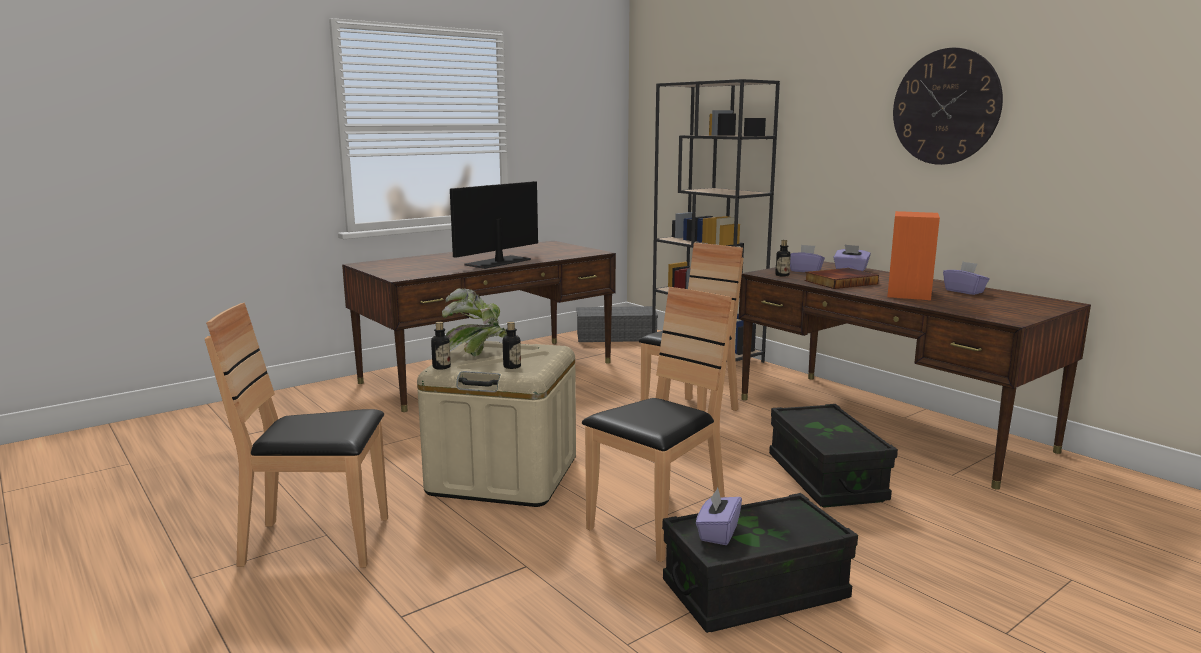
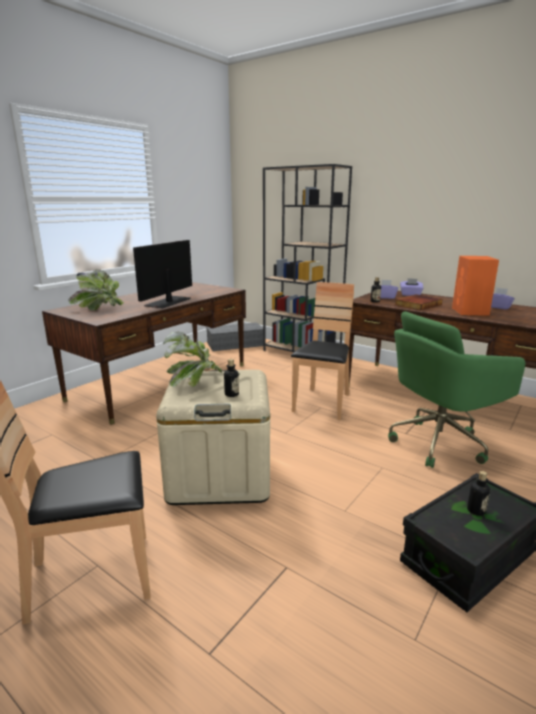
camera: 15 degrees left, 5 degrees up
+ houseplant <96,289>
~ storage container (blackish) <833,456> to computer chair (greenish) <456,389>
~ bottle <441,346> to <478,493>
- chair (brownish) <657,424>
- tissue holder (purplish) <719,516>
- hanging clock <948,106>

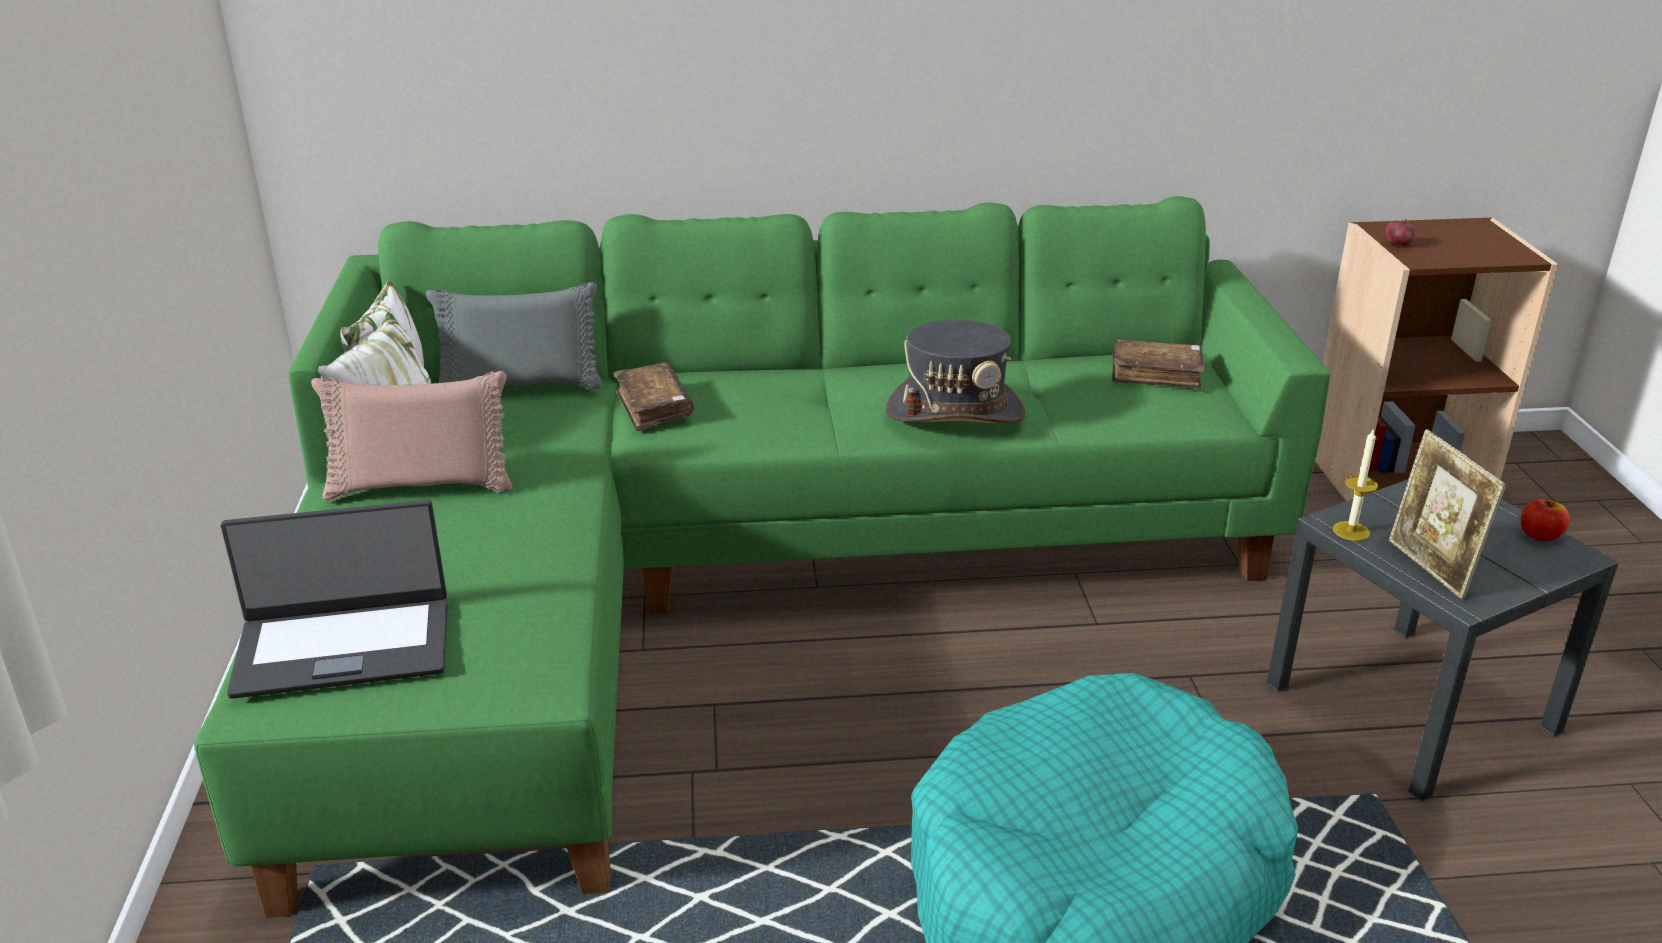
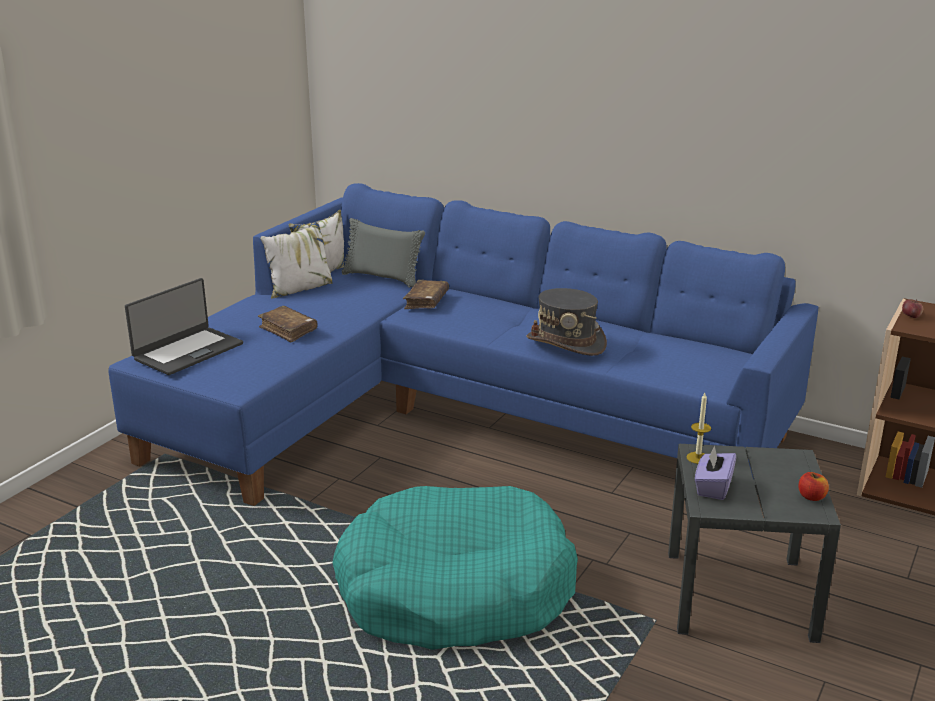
camera: 35 degrees right, 5 degrees down
~ sofa (greenish) <762,556> to sofa (blue) <463,344>
~ laptop <334,599> = <184,326> 75 degrees counterclockwise
~ volume (brownish) <1158,364> to <288,324>
~ photo frame <1447,514> to tissue holder (purplish) <715,472>
- pillow (sand-coloured) <412,436>

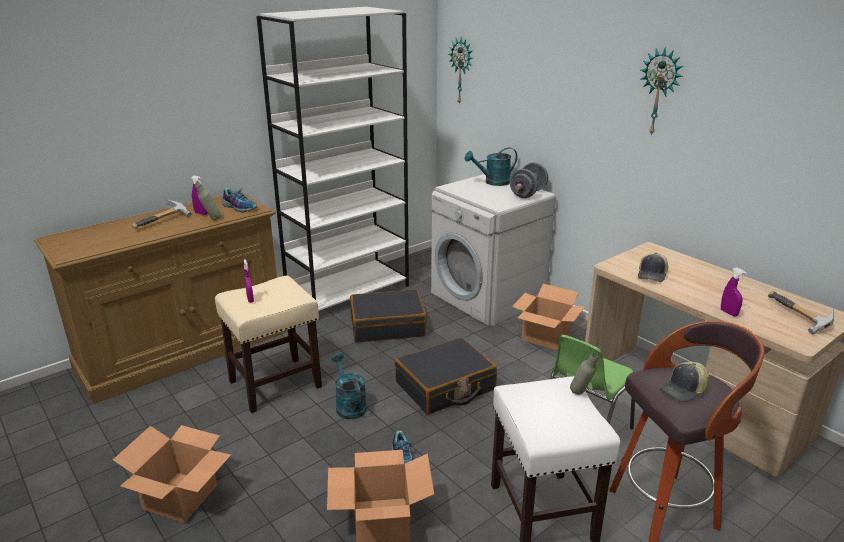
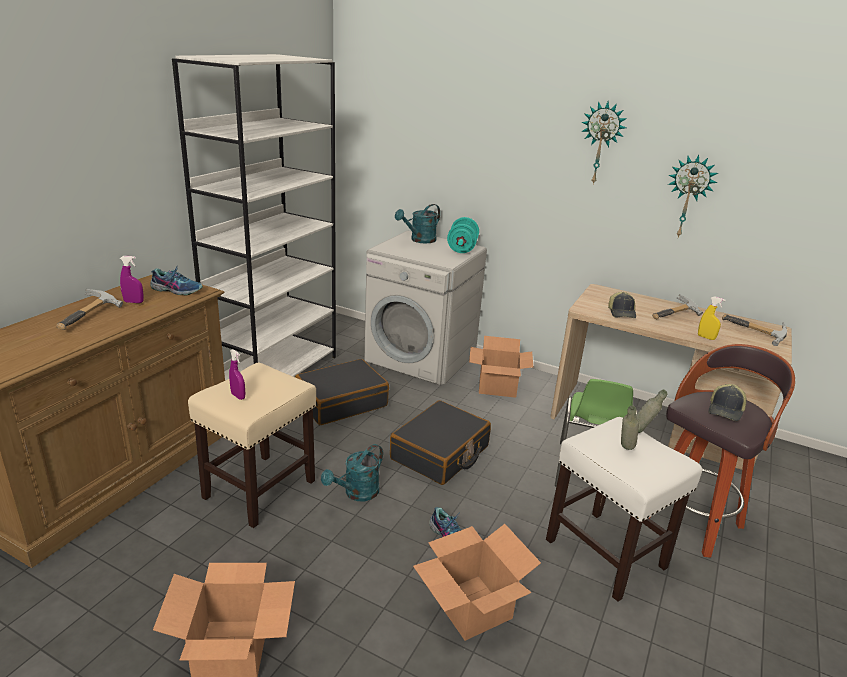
camera: 25 degrees left, 0 degrees up
~ watering pot (turquoise-coloured) <349,386> = <352,472> 90 degrees counterclockwise
~ free weight (greyish) <529,180> to free weight (turquoise-coloured) <463,235>
~ bottle (greyish) <208,201> to <630,428>
+ tool hammer <677,306>
~ hanging clock <461,71> to <693,196>
~ sprayer (purplish) <734,292> to sprayer (yellow-coloured) <711,318>

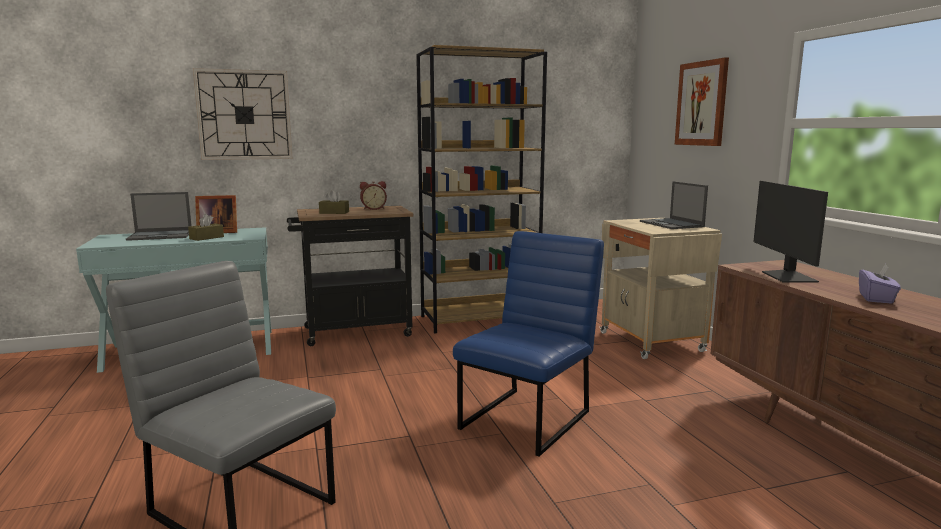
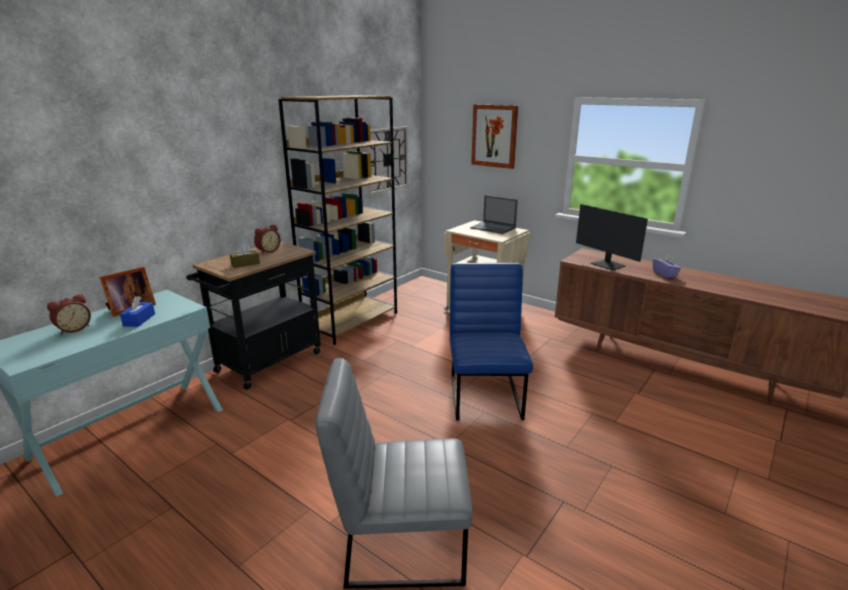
camera: 35 degrees left, 10 degrees up
~ laptop <159,216> to bedside clock <69,314>
~ tissue holder (brownish) <206,227> to tissue holder (blue) <137,311>
~ hanging clock <243,114> to <386,160>

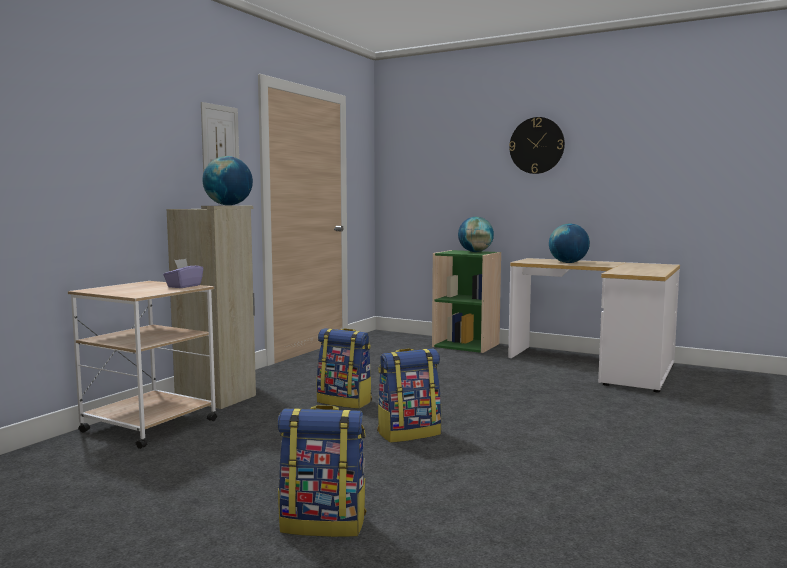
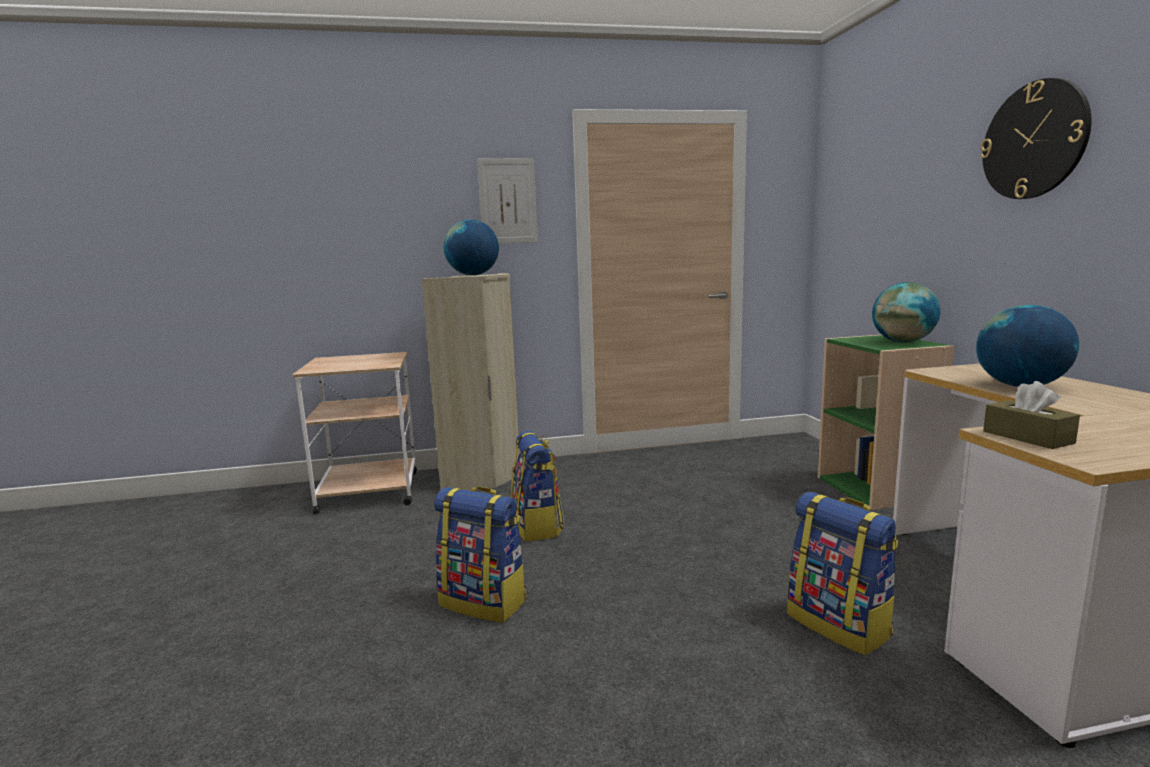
camera: 50 degrees right, 5 degrees up
~ backpack <322,471> to <842,573>
+ tissue holder (brownish) <1031,415>
- tissue holder (purplish) <183,273>

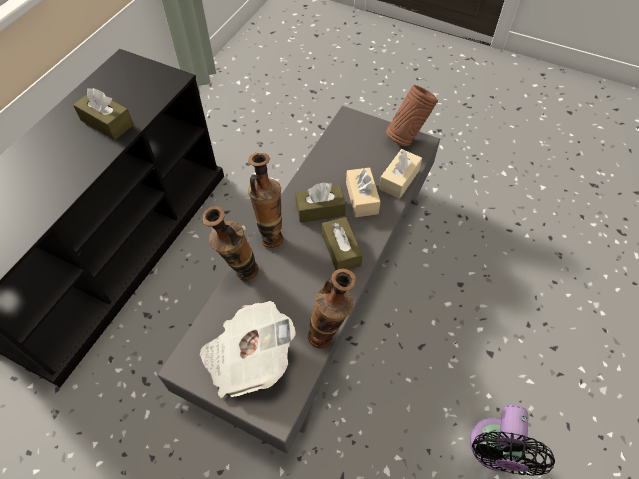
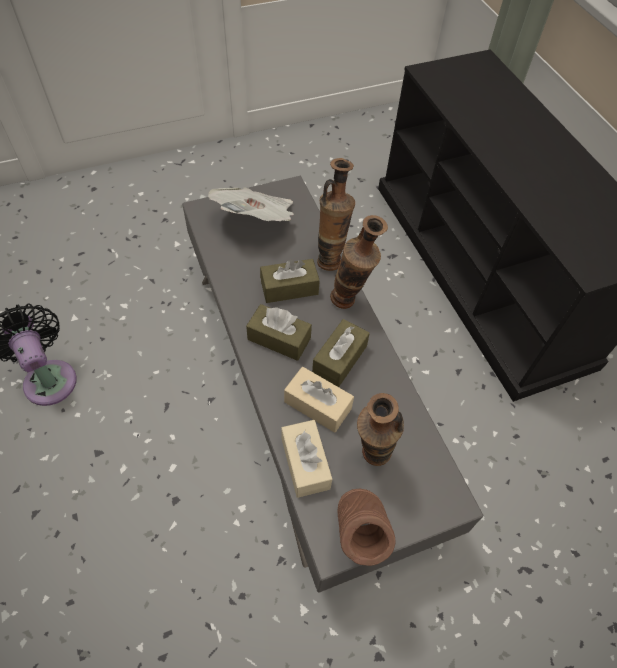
camera: 130 degrees right, 0 degrees up
~ tissue holder (brownish) <103,114> to <290,281>
~ vase <332,309> to <380,429>

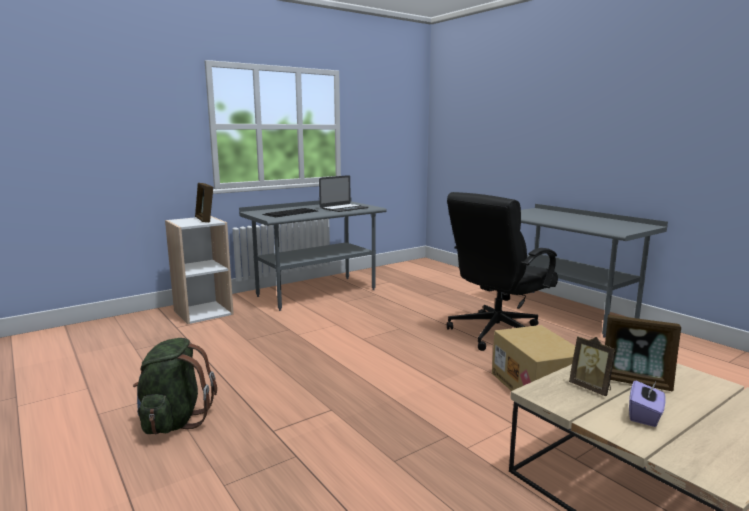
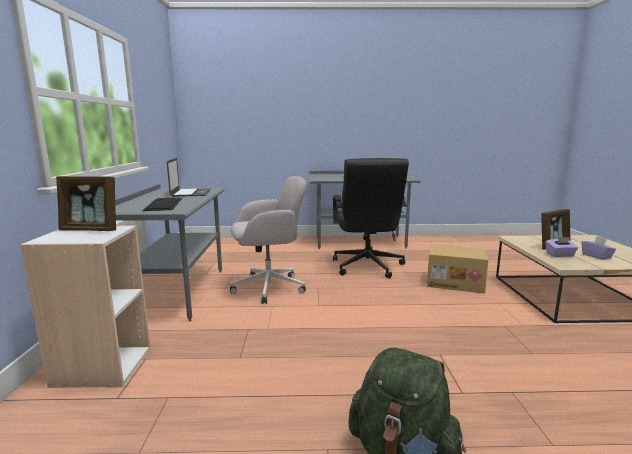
camera: 55 degrees left, 0 degrees up
+ computer chair (greyish) <268,240>
~ photo frame <592,366> to tissue holder (purplish) <561,247>

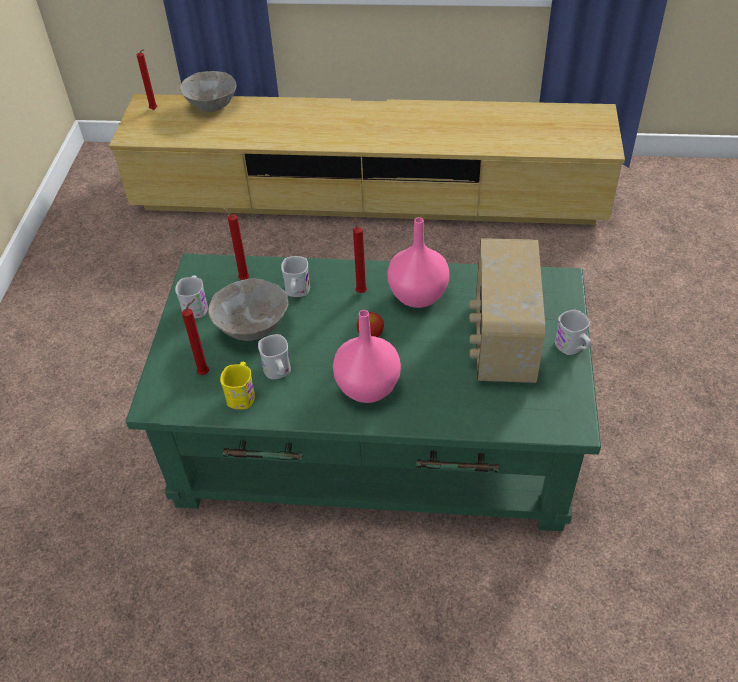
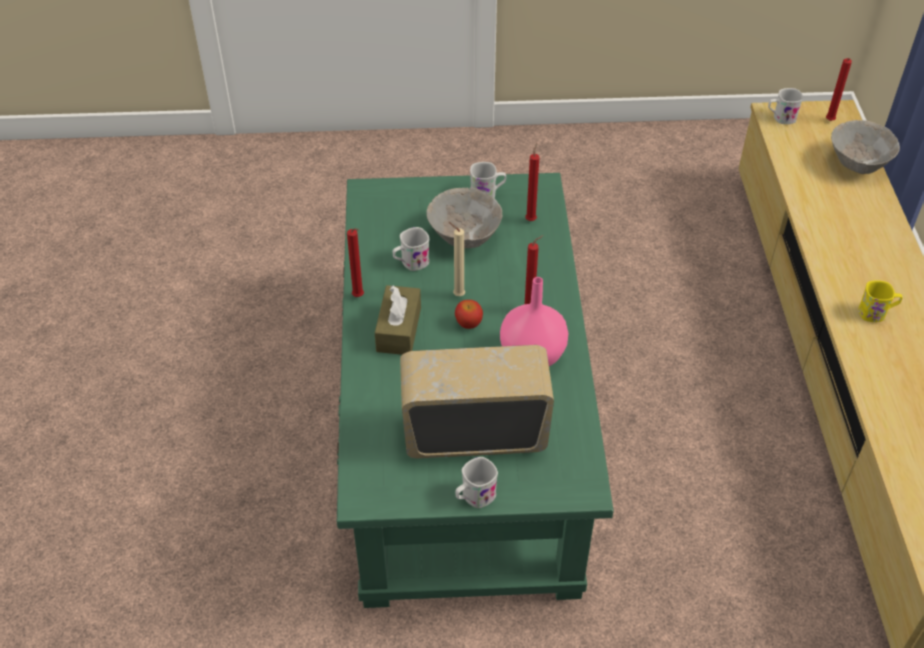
camera: 80 degrees right, 0 degrees up
~ candle (red-coloured) <195,337> to <355,262>
~ vase (pink) <367,356> to tissue holder (brownish) <398,320>
+ candle (sand-coloured) <457,259>
~ tea mug (whitish) <295,276> to <785,106>
~ tea mug (yellow-coloured) <237,386> to <880,301>

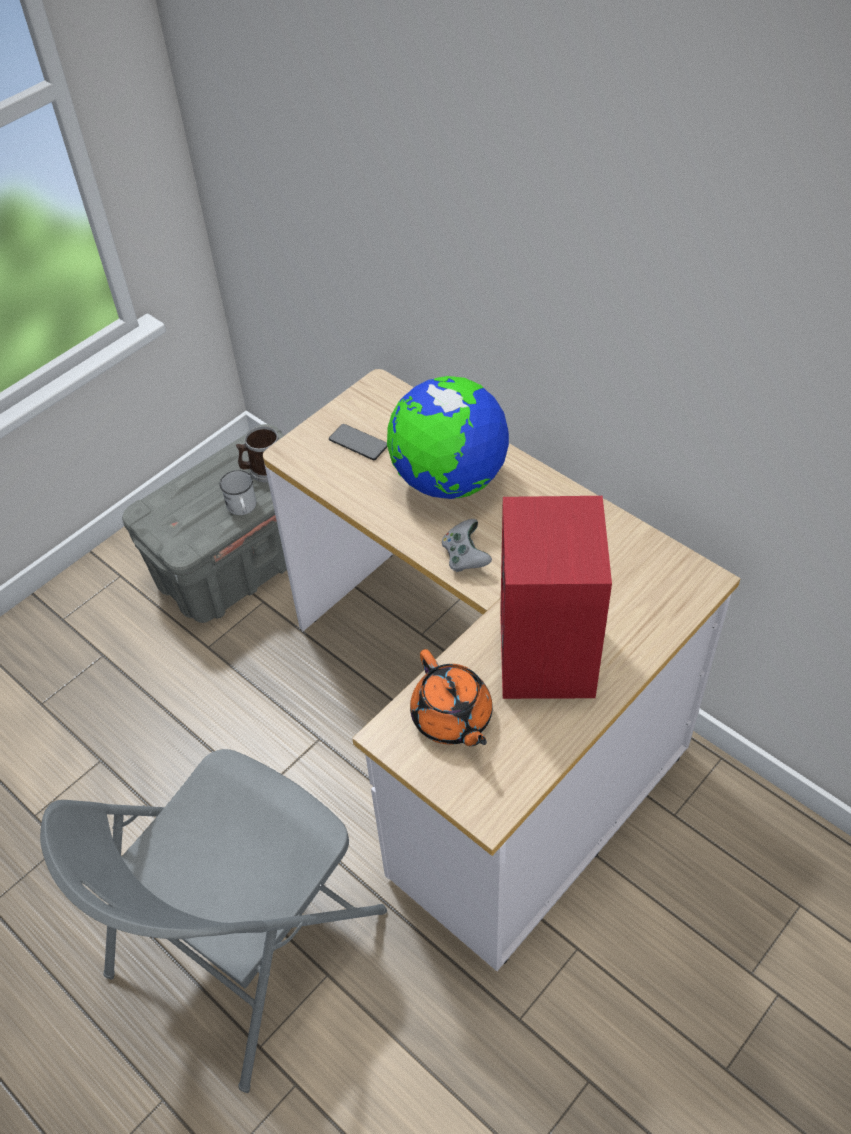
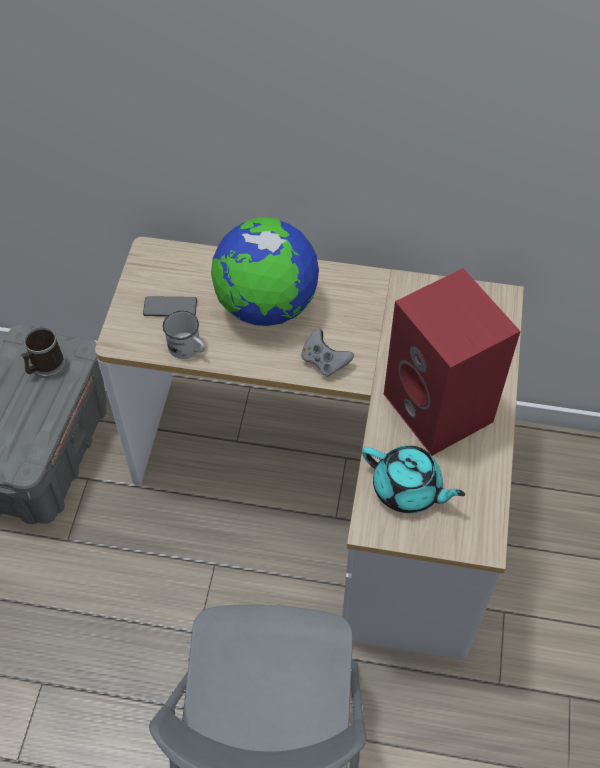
camera: 35 degrees left, 5 degrees up
~ tea mug (whitish) <237,492> to <184,335>
~ teapot (orangey) <451,697> to teapot (turquoise-coloured) <413,479>

